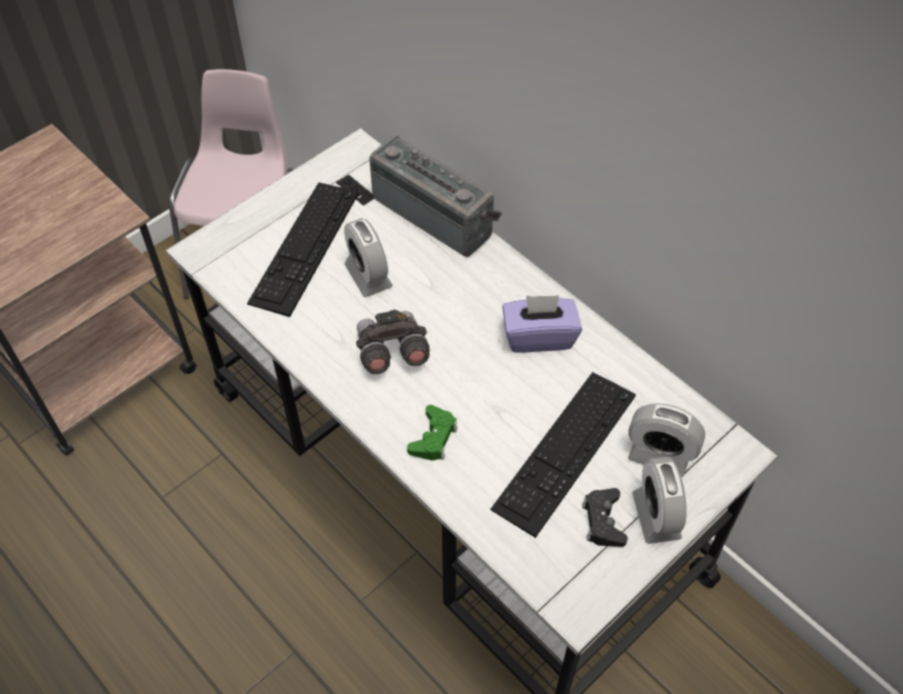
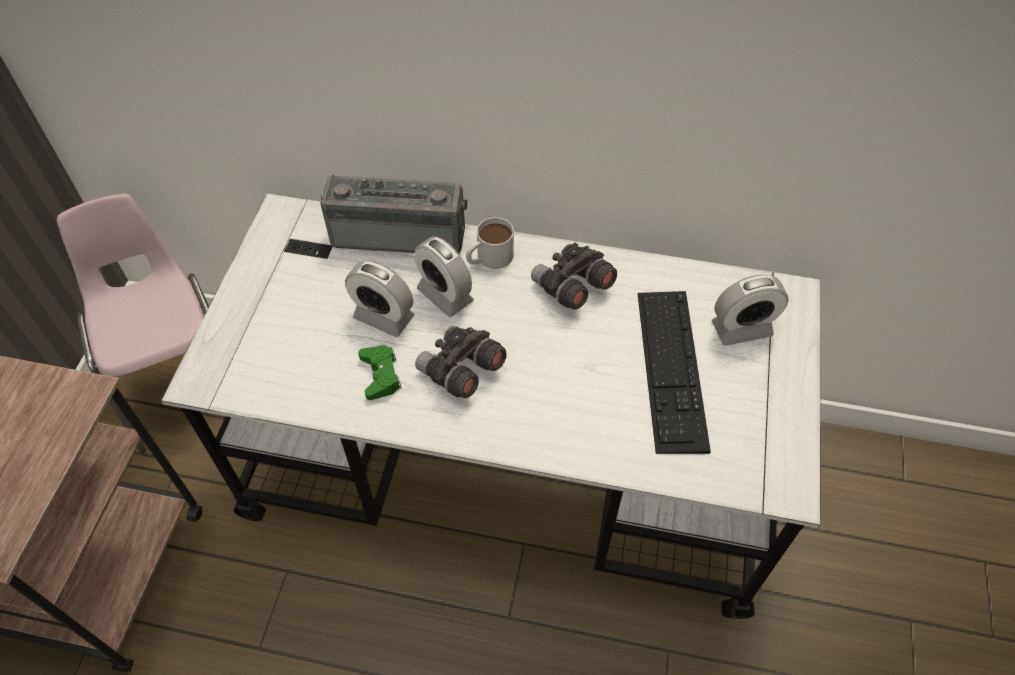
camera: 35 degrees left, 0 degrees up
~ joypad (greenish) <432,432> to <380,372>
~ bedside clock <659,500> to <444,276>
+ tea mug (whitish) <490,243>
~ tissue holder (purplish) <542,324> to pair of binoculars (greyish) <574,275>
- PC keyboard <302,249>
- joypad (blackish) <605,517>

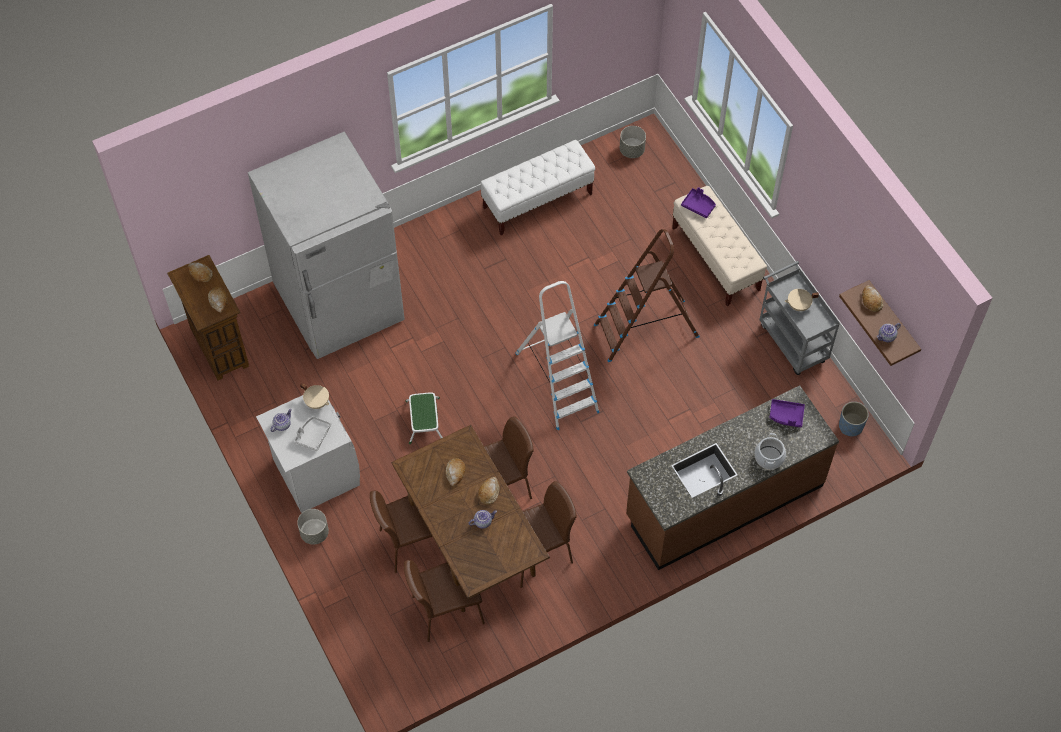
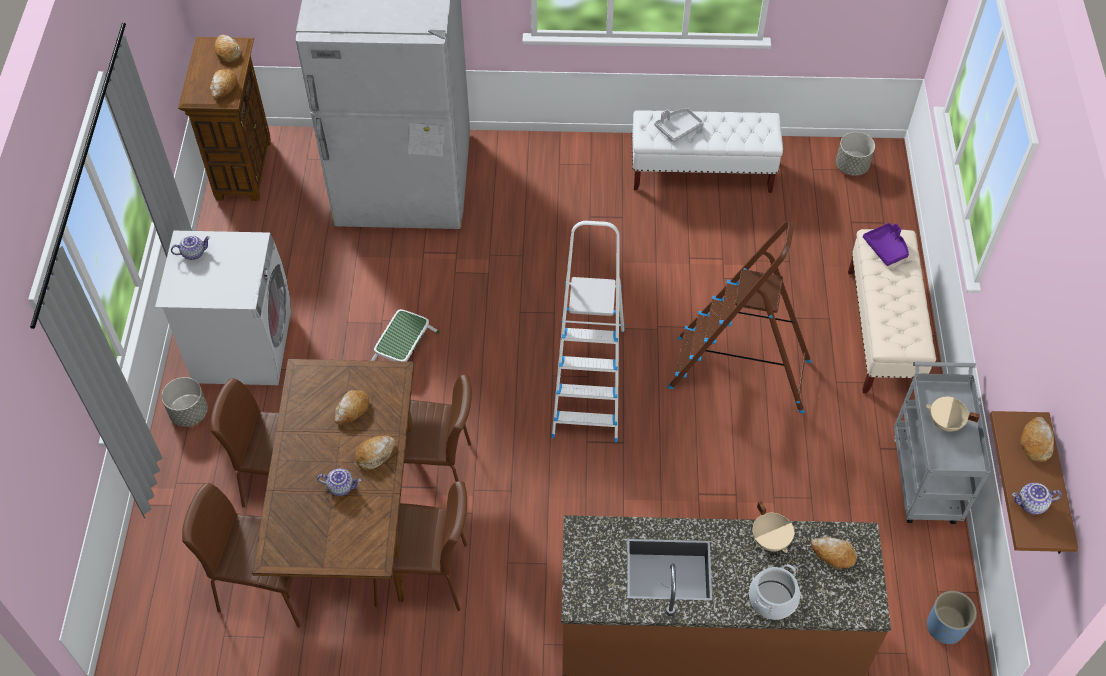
camera: 30 degrees right, 5 degrees down
~ tray (greyish) <312,433> to <679,125>
~ cooking pot (sand-coloured) <314,396> to <773,527>
~ tray (purplish) <787,413> to bread <834,553>

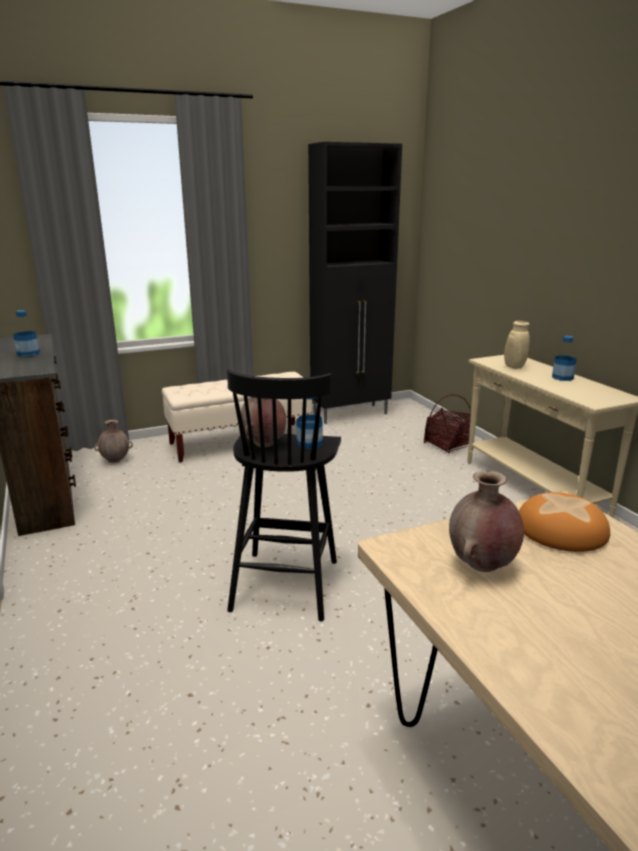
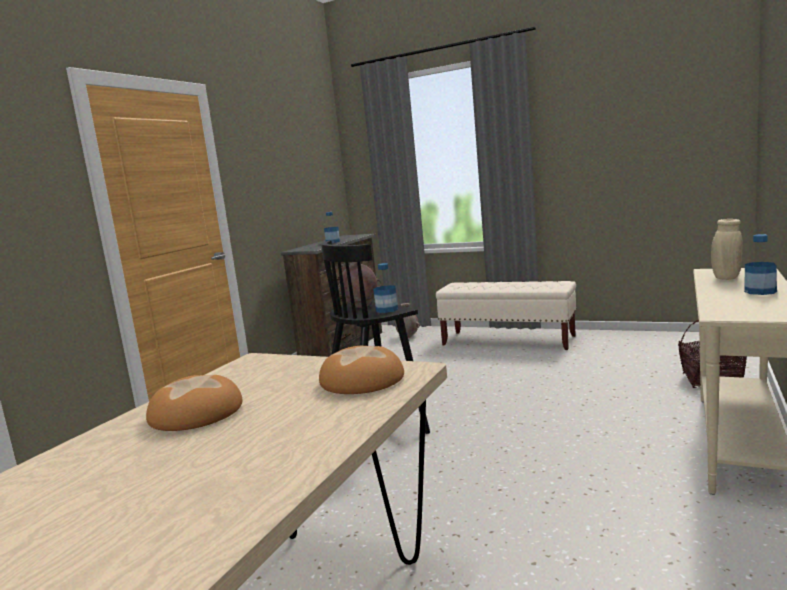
camera: 50 degrees right, 10 degrees down
+ bread <194,403>
- cupboard (blackish) <355,283>
- vase (brownish) <486,521>

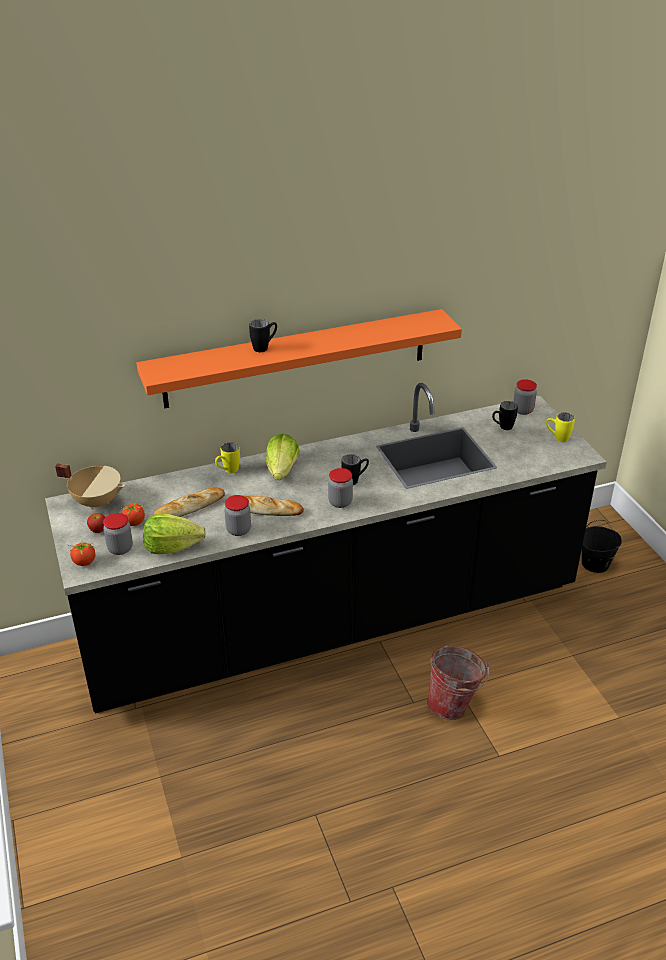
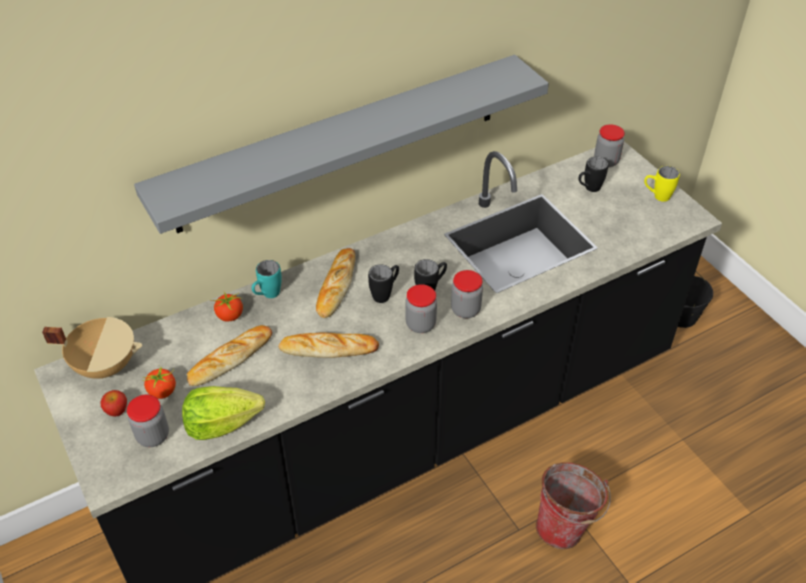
camera: 10 degrees left, 10 degrees up
~ wall shelf (orangey) <299,359> to wall shelf (greyish) <341,144>
~ fresh tomato <81,553> to <227,306>
~ tea mug (yellow-coloured) <227,457> to tea mug (turquoise-coloured) <267,279>
~ lettuce head <282,457> to bread <335,283>
~ tea mug (blackish) <263,335> to <383,284>
~ preserve jar <237,515> to <467,294>

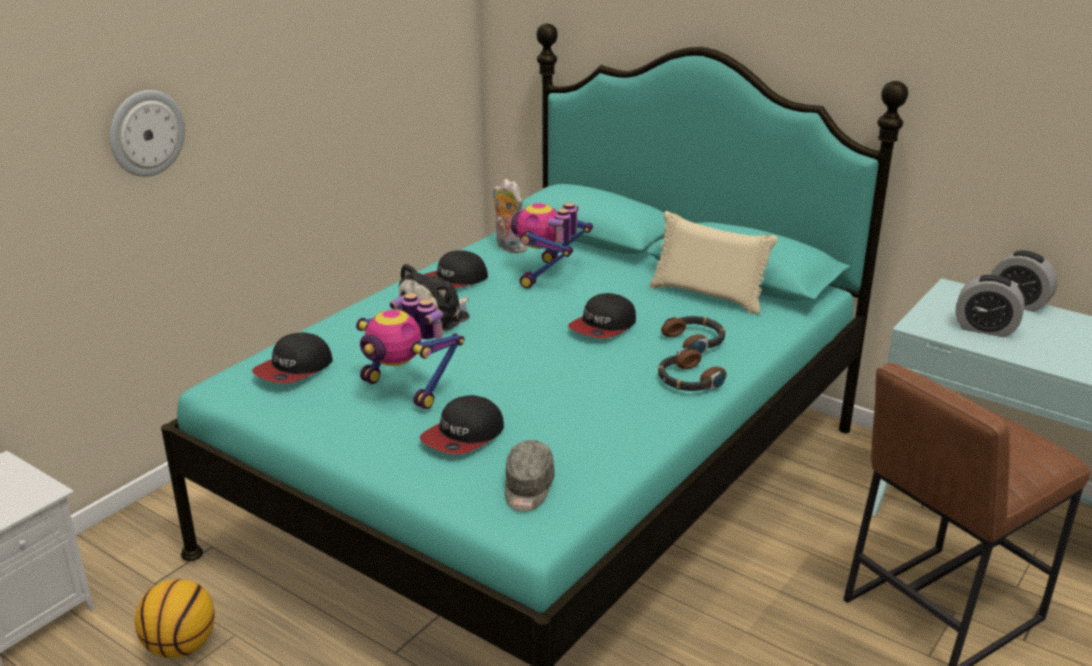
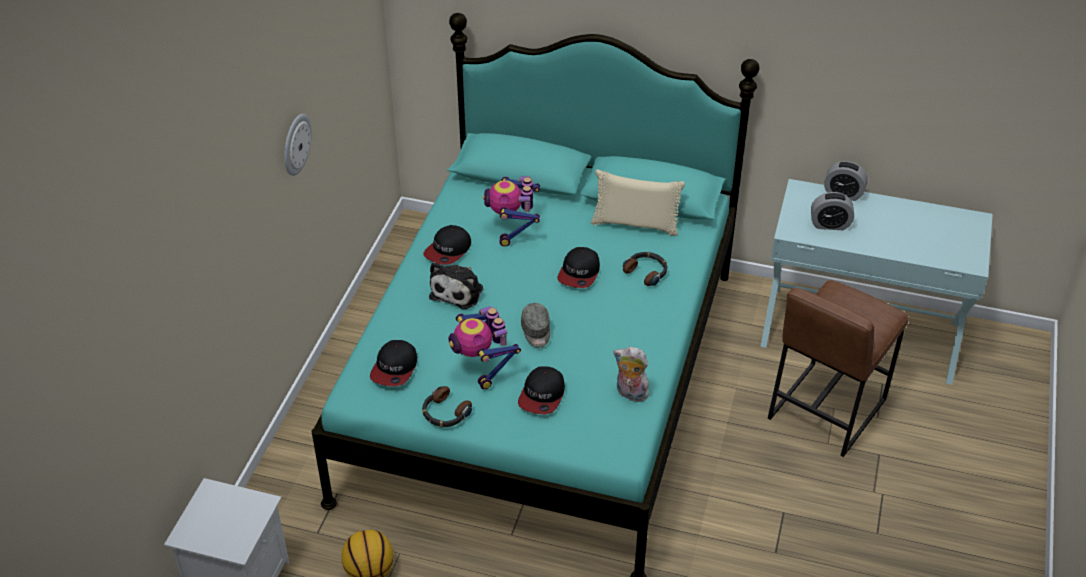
camera: 20 degrees left, 15 degrees up
~ hanging clock <147,133> to <298,145>
~ headset <692,369> to <447,407>
~ toy robot <410,351> = <484,347> 45 degrees clockwise
~ cap (greyish) <530,476> to <535,325>
~ cuddly toy <510,216> to <631,374>

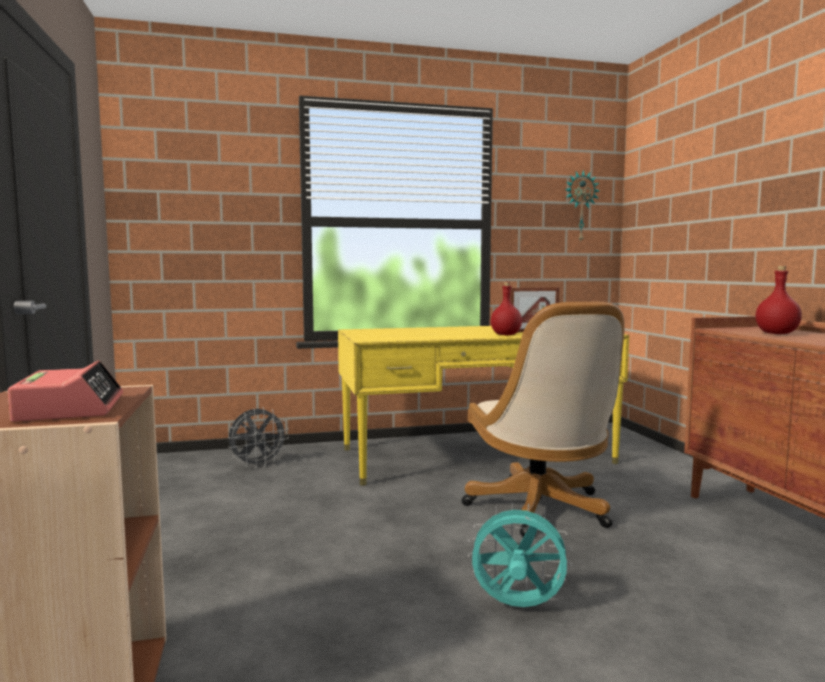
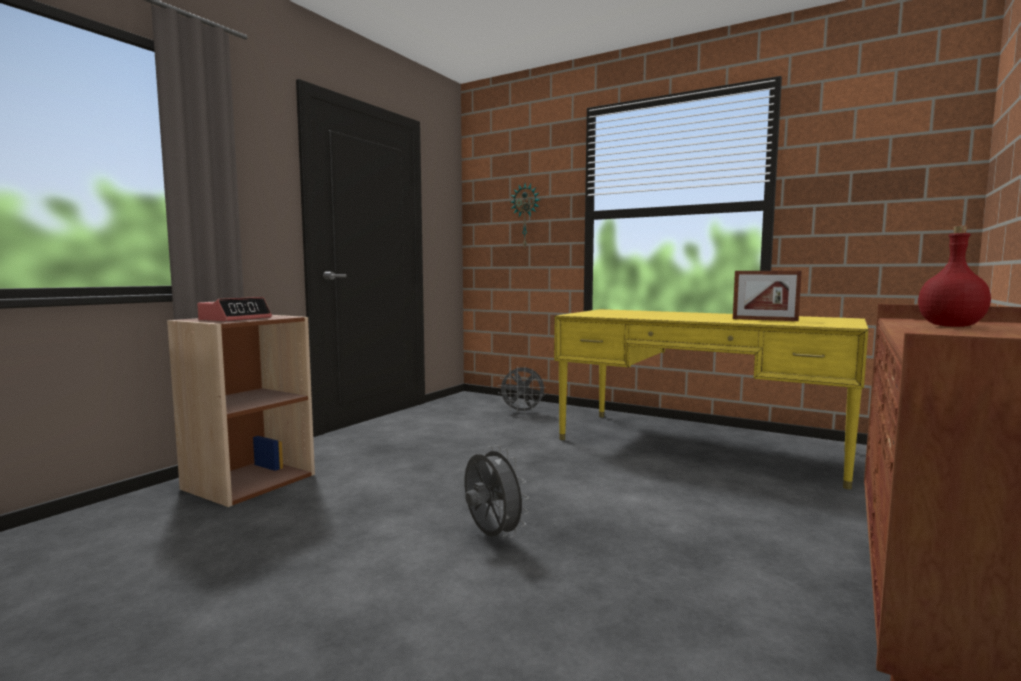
camera: 45 degrees right, 0 degrees up
~ electric fan (turquoise-coloured) <520,554> to electric fan (greyish) <496,491>
~ hanging clock <582,205> to <525,216>
- computer chair <543,419>
- bottle (red-coloured) <506,308>

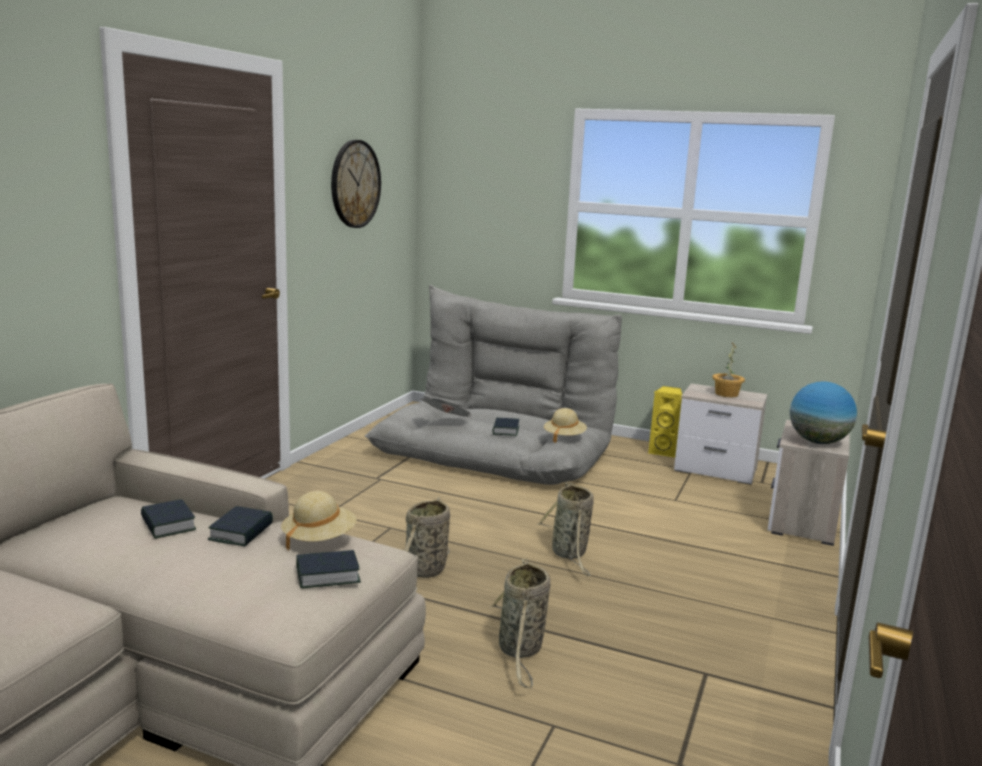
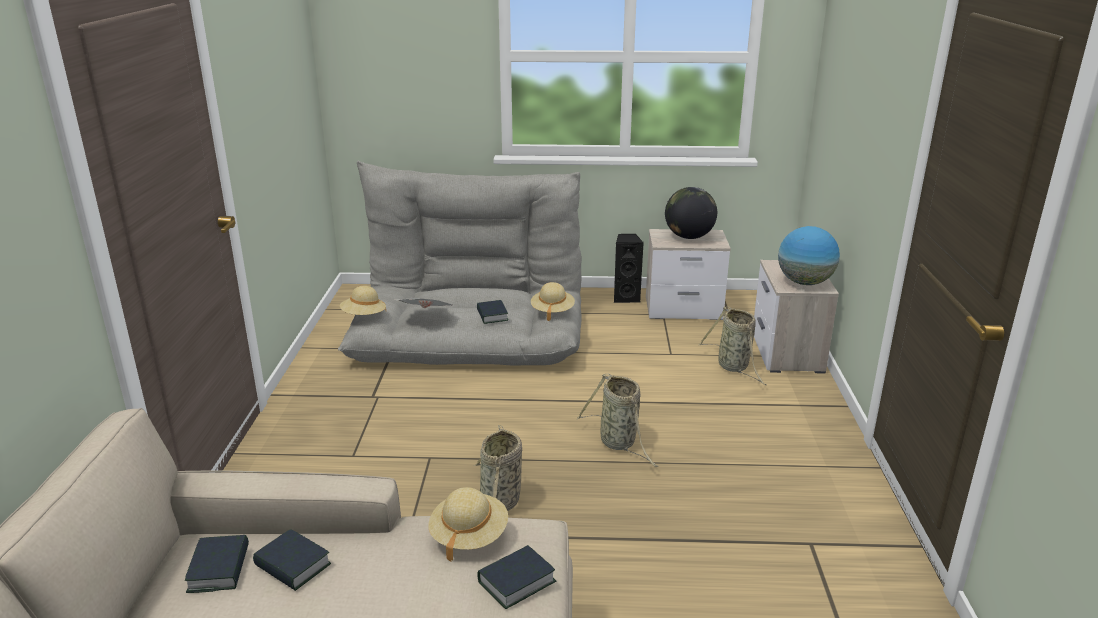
camera: 20 degrees left, 10 degrees up
~ volume <240,526> to <217,564>
+ hat (sand-coloured) <363,300>
~ speaker (yellow-coloured) <665,421> to speaker (blackish) <629,268>
~ houseplant <729,370> to world globe <691,213>
~ household basket <520,623> to <732,346>
- hanging clock <356,184>

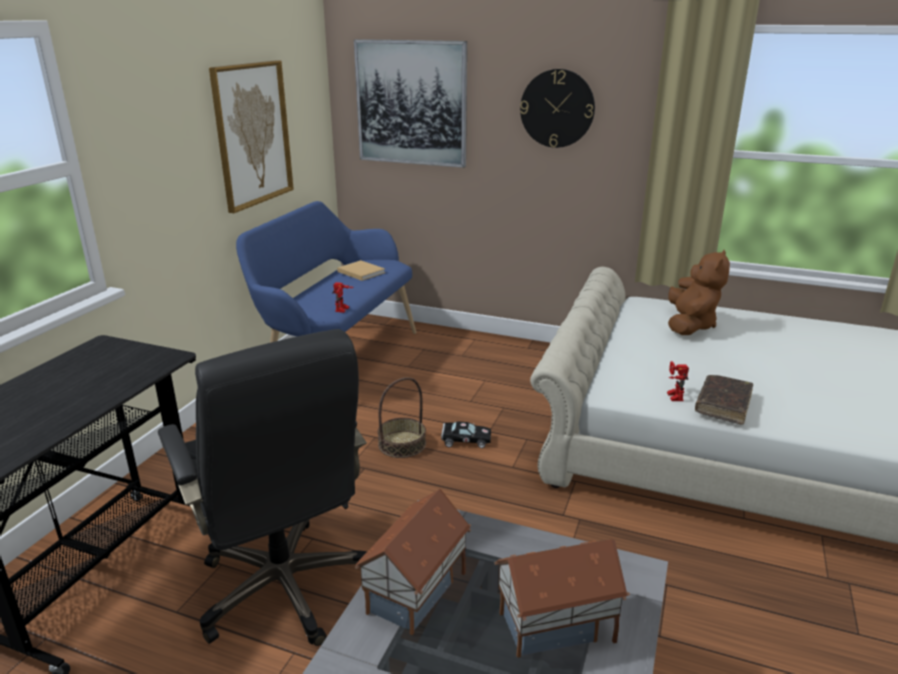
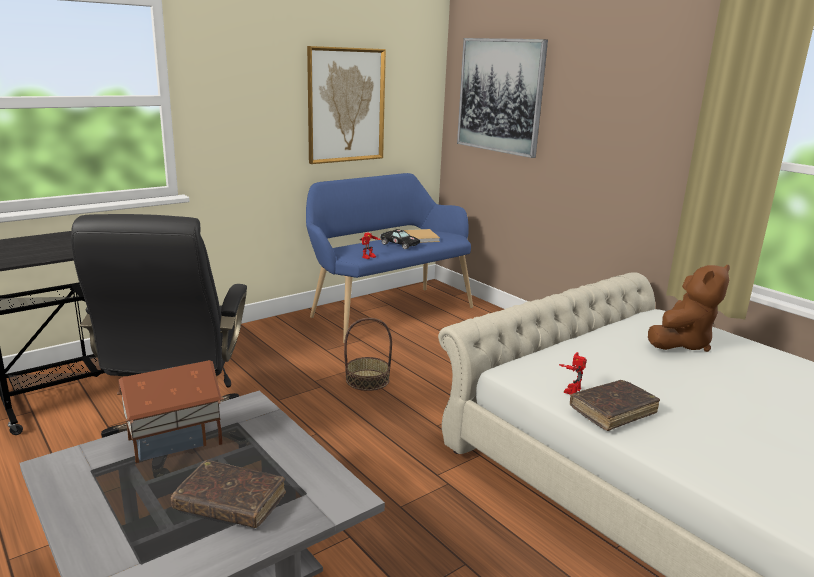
camera: 30 degrees right, 5 degrees down
~ model house <562,598> to volume (brownish) <228,494>
~ toy car (blackish) <466,435> to <400,239>
- hanging clock <557,108>

